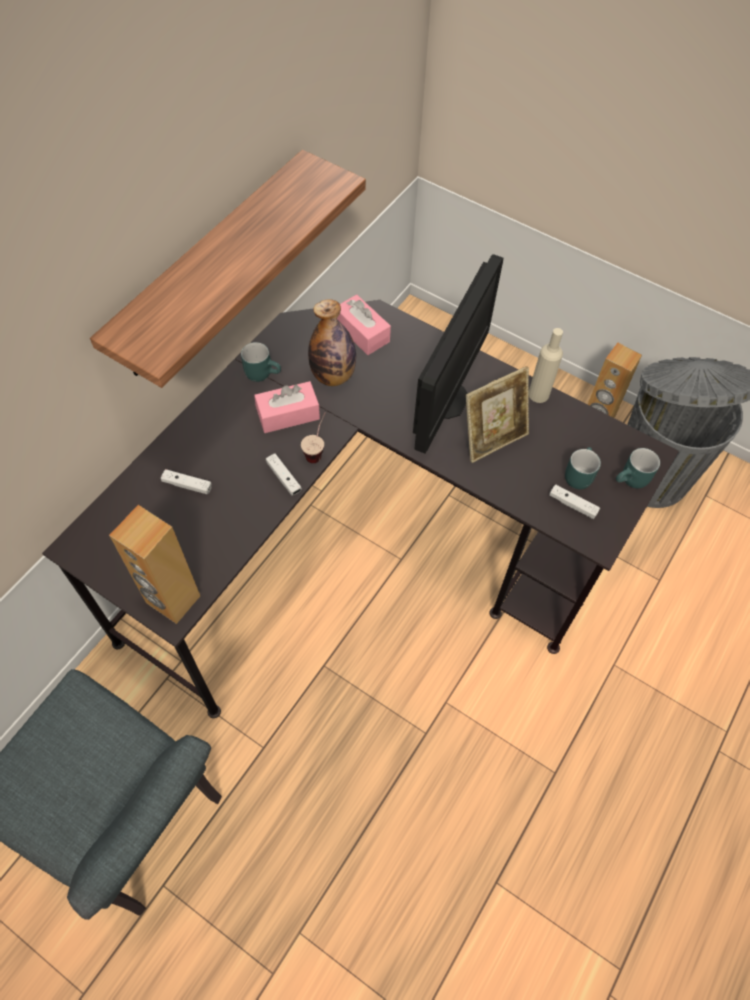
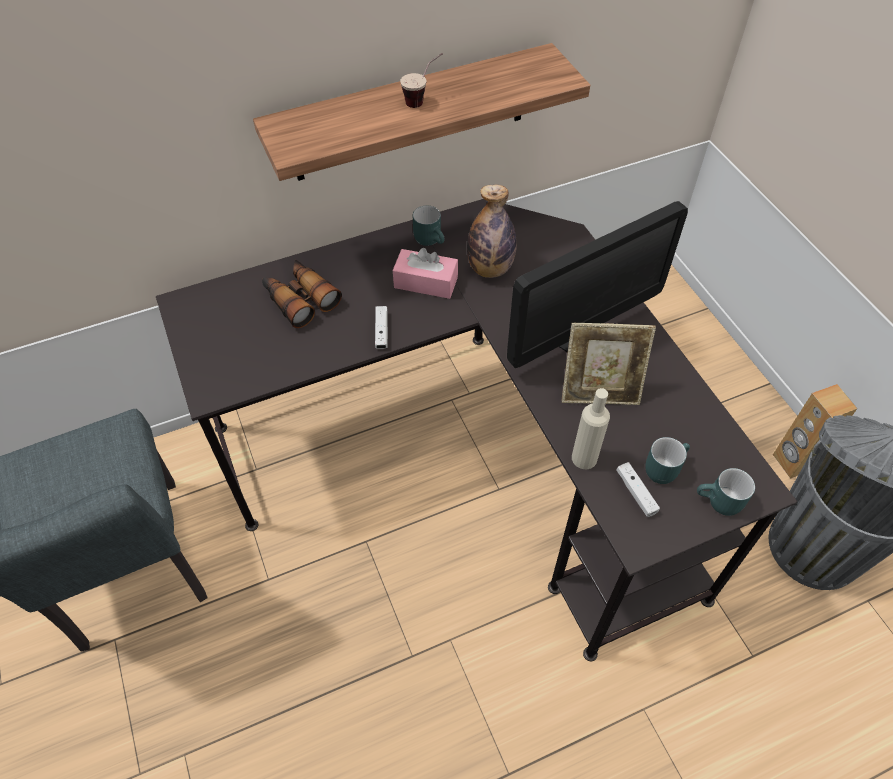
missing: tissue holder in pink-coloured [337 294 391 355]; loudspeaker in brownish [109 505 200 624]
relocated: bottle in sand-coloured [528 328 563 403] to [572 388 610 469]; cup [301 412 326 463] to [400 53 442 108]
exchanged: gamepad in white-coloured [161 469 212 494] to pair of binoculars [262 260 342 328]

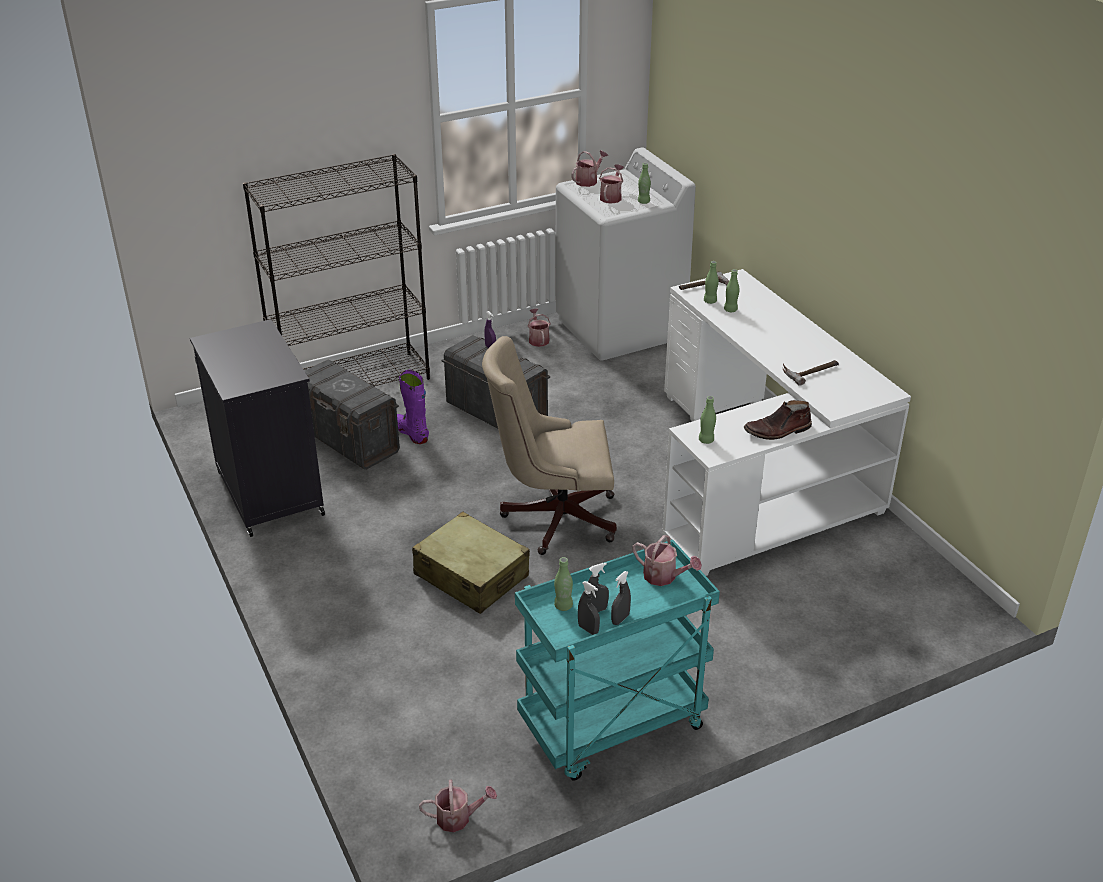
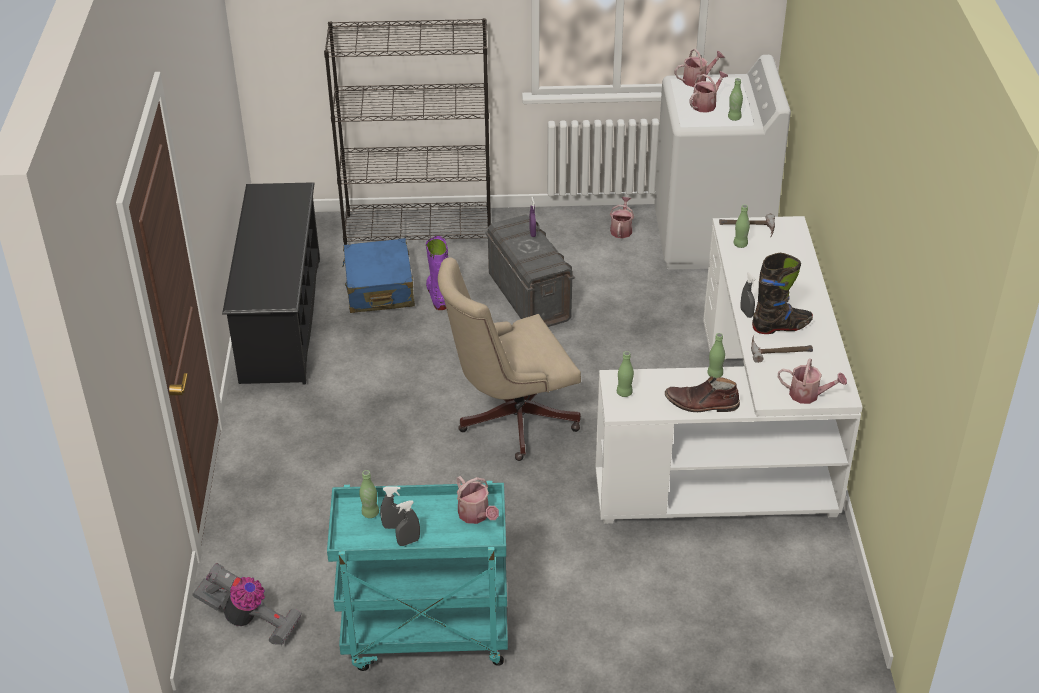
missing: travel case in sand-coloured [412 512 530 614]
appeared: boot in black [752 253 813 334]; hoover [192 563 302 646]
relocated: bottle in green [724 269 739 312] to [707 333 725 378]; spray bottle in grey [578 581 600 635] to [740 272 756 318]; watering pot [419 780 497 832] to [778 359 847 404]
exchanged: storage cabinet in black [190 319 325 537] to shoe shelf in black [222 182 320 384]; storage box in grey [305 359 400 470] to travel case in bluish [342 238 415 313]
spun: computer chair in sand-coloured [482 336 617 555] = [438 257 581 461] 45 degrees counterclockwise

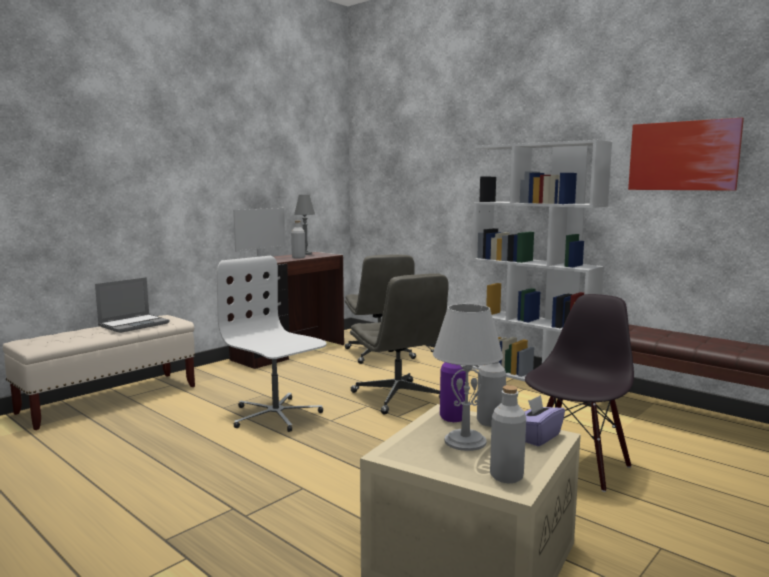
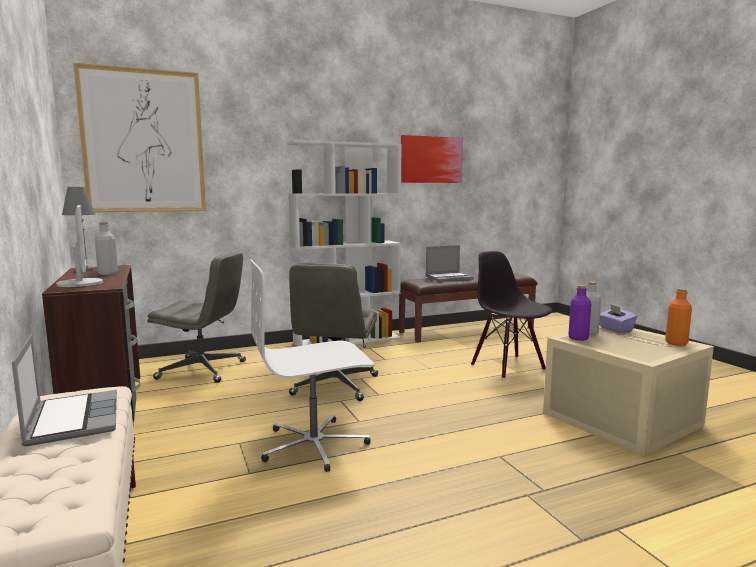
missing: table lamp in grey [433 304 503 451]
appeared: wall art [73 63 206 212]; notebook computer [426 245 474 282]
colour: bottle in grey [490 385 526 484] to bottle in orange-coloured [665 288 692 346]
spun: computer chair in grey [350 274 449 415] = [289 263 378 401] 105 degrees clockwise

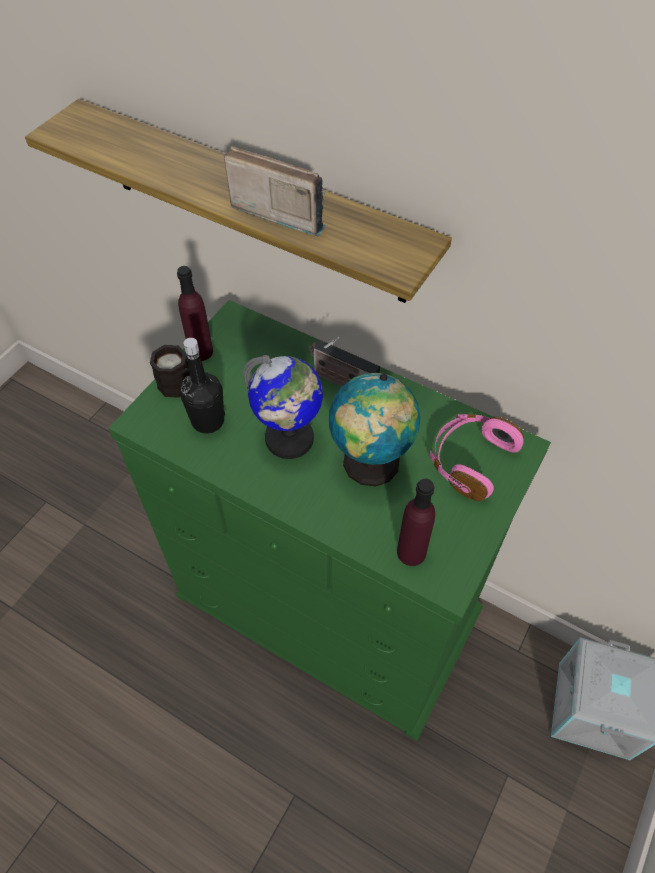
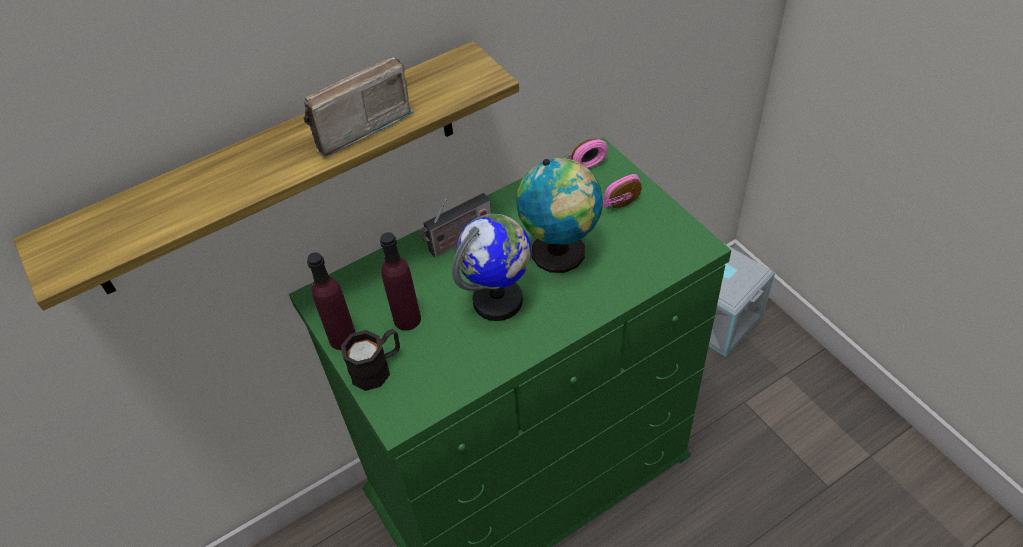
missing: bottle in black [180 338 225 434]
relocated: bottle in purplish [397 478 435 566] to [380 232 421 330]

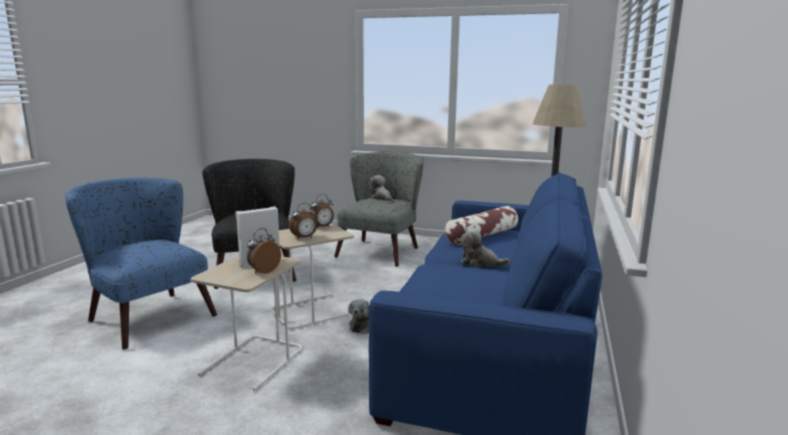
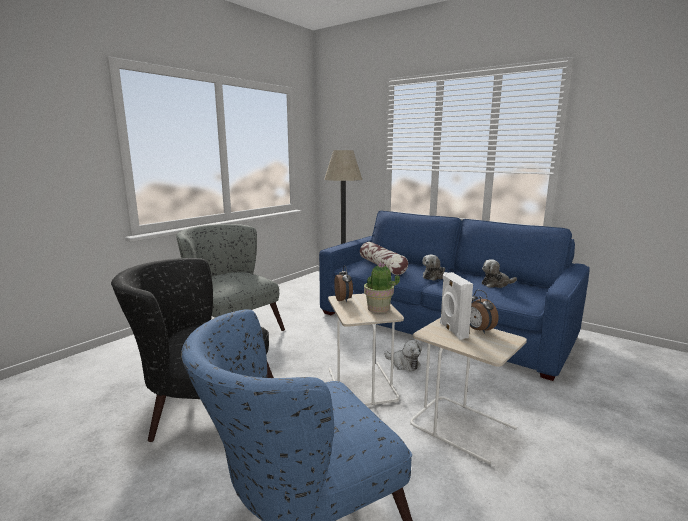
relocated: plush toy [369 175 392 201] to [482 259 517 288]
exchanged: alarm clock [289 203 317 239] to potted plant [364 263 400 313]

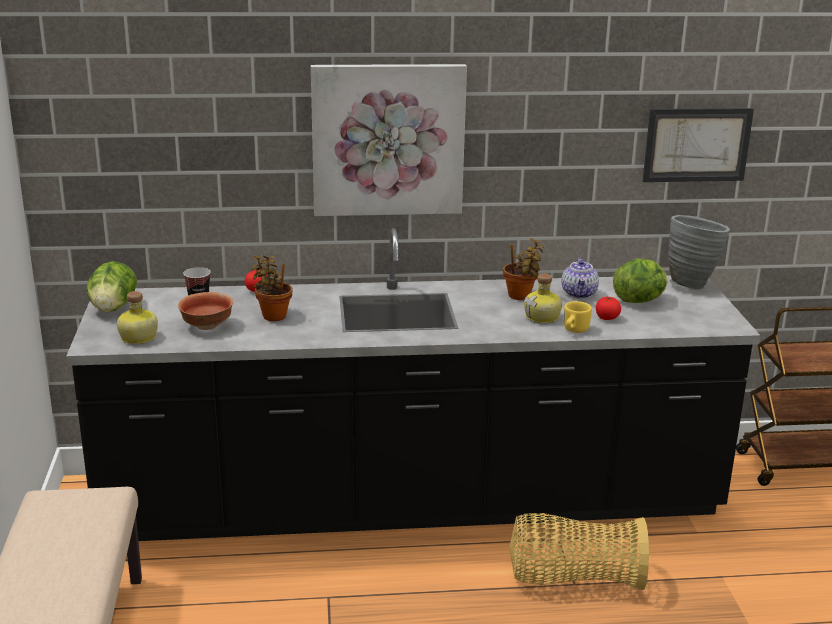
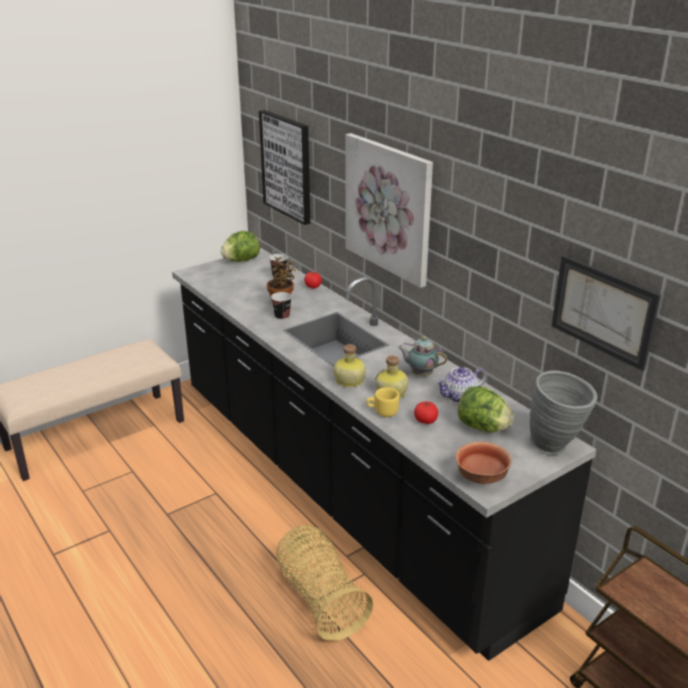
appeared: wall art [259 110 310 225]; cup [271 292 292 320]
relocated: bottle [117 291 158 344] to [334 344 366 387]; serving bowl [178 292 233 330] to [456 442 512 484]
exchanged: potted plant [503 238 544 300] to pot for tea [398 336 447 376]

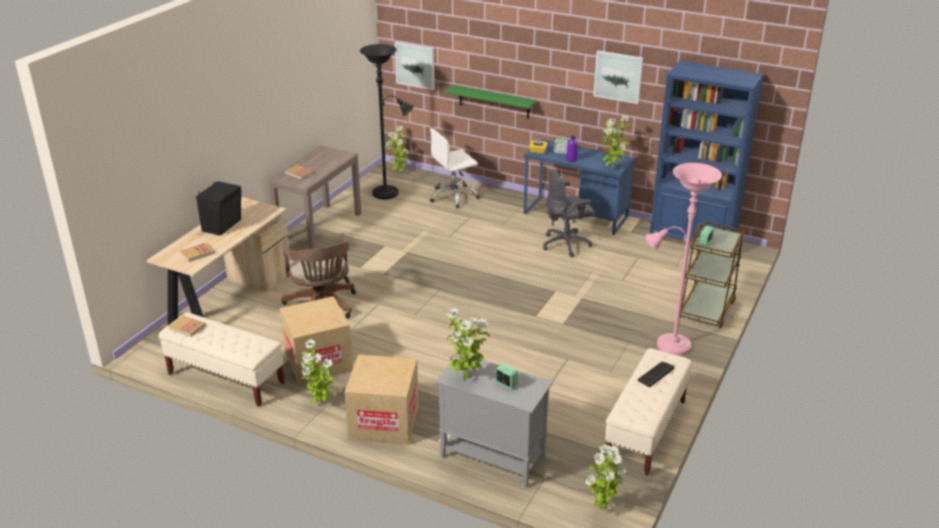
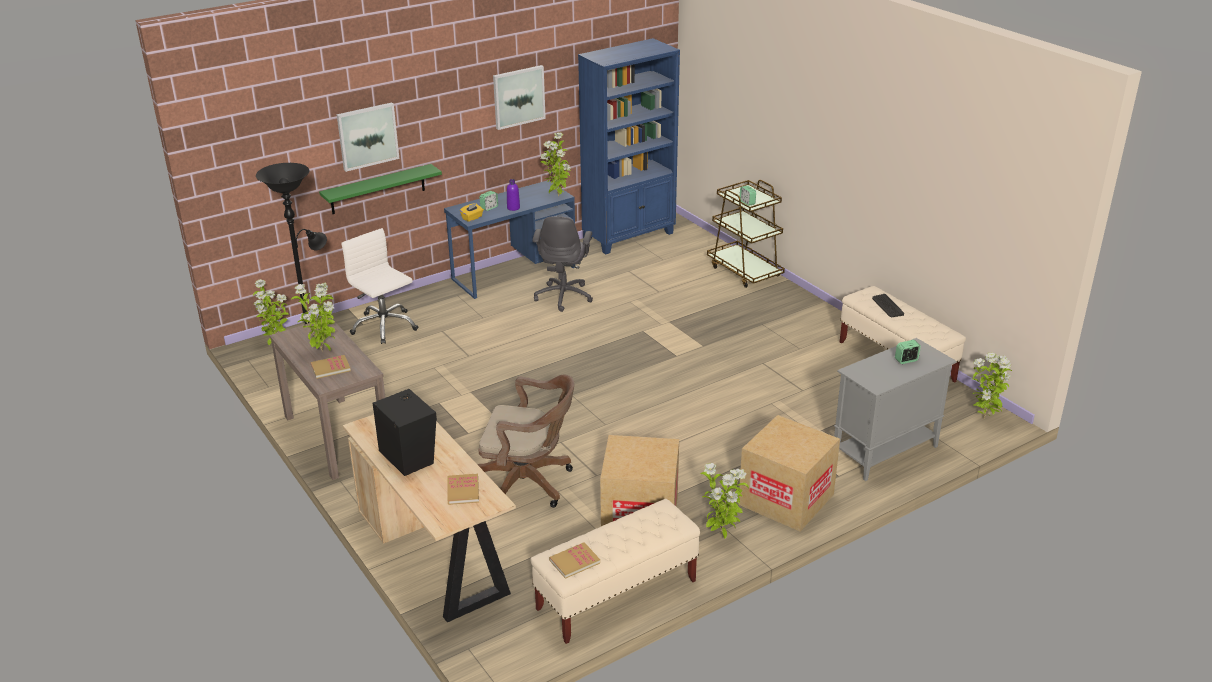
missing: standard lamp in pink-coloured [646 163 722 356]
relocated: wall art [395 42 435 90] to [337 102 399 172]; potted plant [447 308 490 380] to [291 282 335 351]
spun: computer chair in white-coloured [430 128 480 209] = [341 228 418 344] 135 degrees clockwise

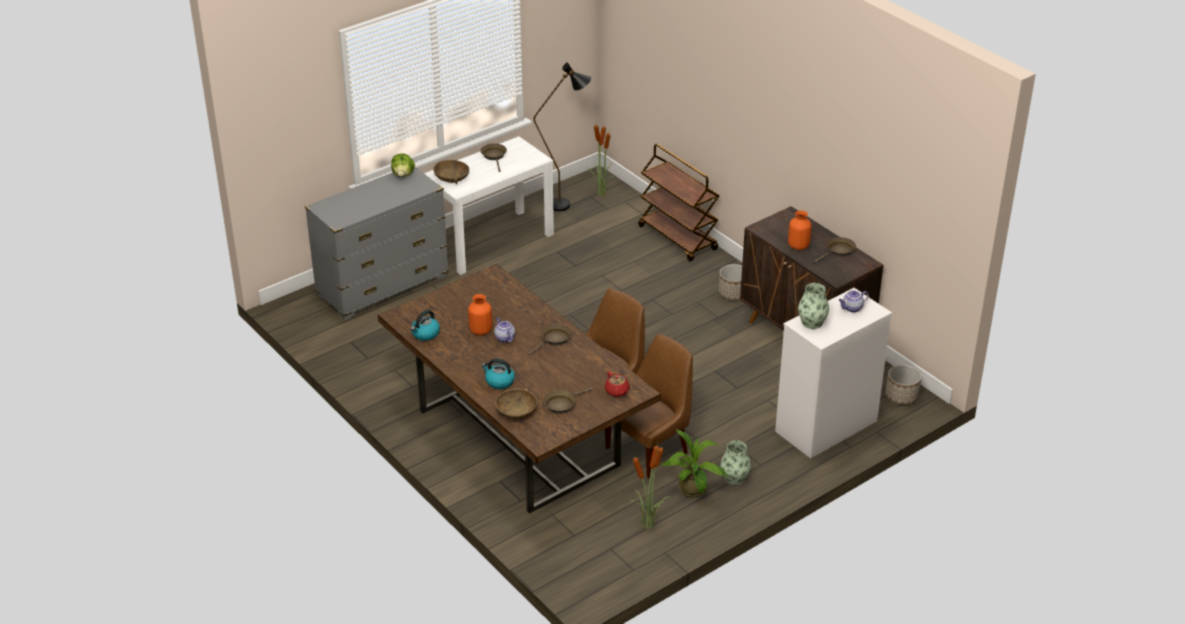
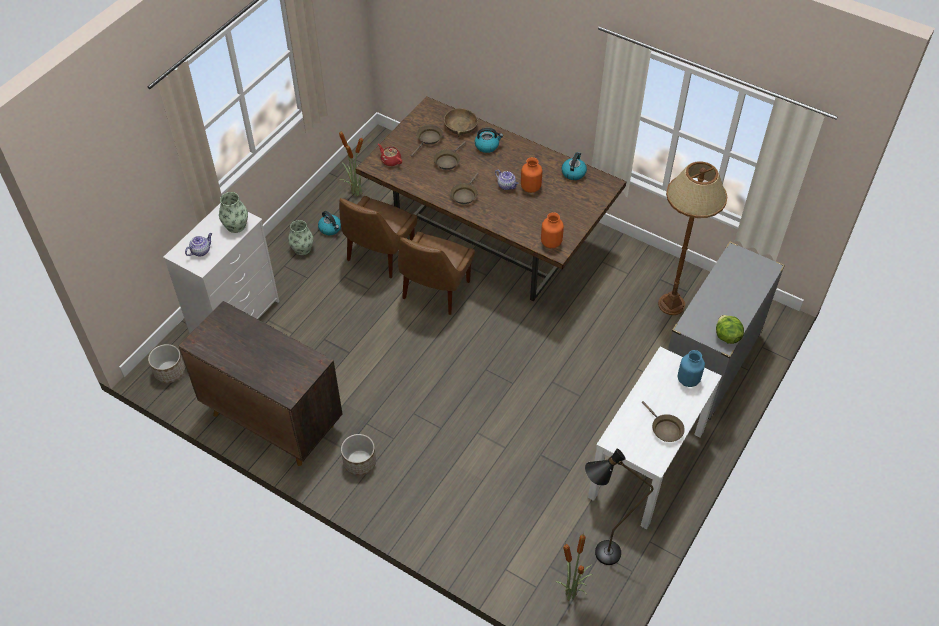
missing: cart in brownish [638 144 719 262]
appeared: standard lamp in brownish [658 161 727 315]
relocated: flower vase in orange-coloured [788 210 812 250] to [541 212 564 248]; frying pan in brownish [814 237 856 263] to [433 141 466 170]
exchanged: serving bowl in brownish [433 160 469 184] to flower vase in bluish [677 350 705 387]; potted plant [662 429 729 497] to water kettle [318 211 341 235]

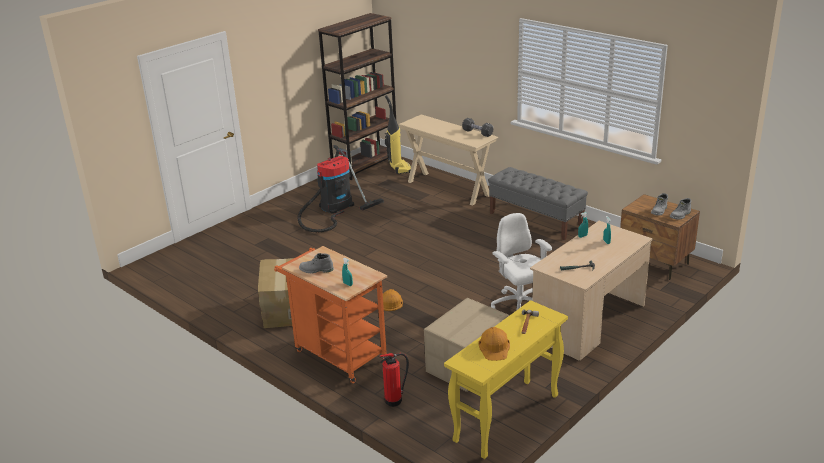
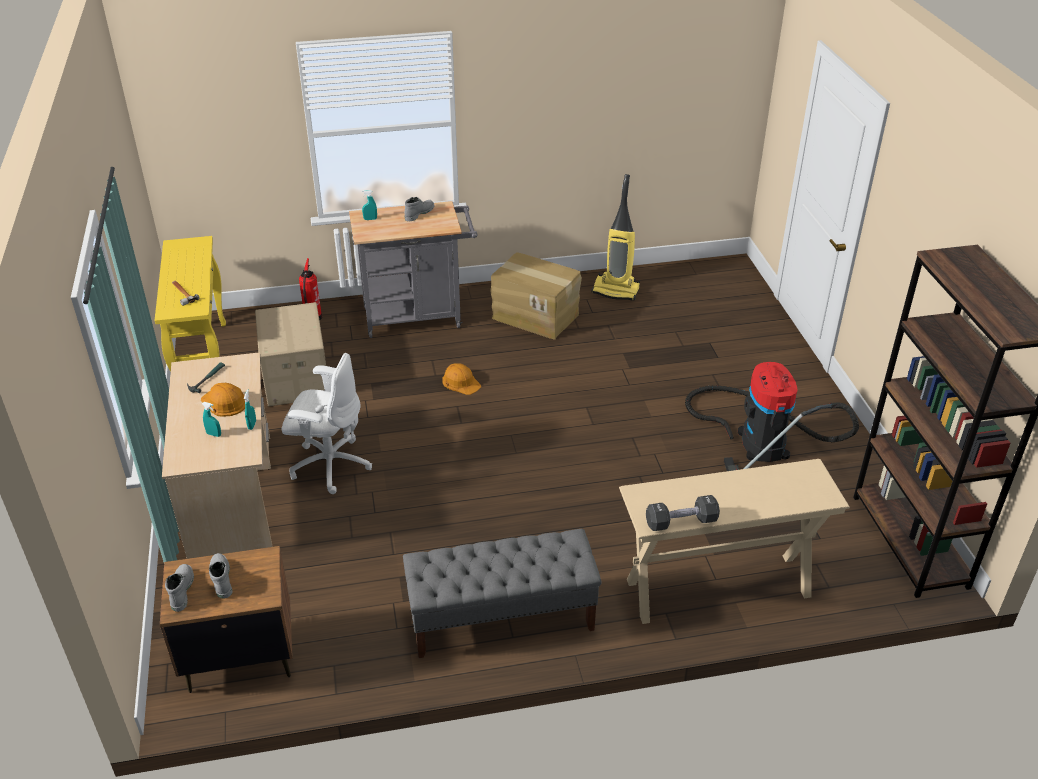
relocated: hoover [385 95 411 174] to [591 174 640 301]; work helmet in orange-coloured [478 327 510 361] to [201 383 245 417]
colour: cart in orange-coloured [274 246 388 383] to cart in grey [349 201 478 338]

